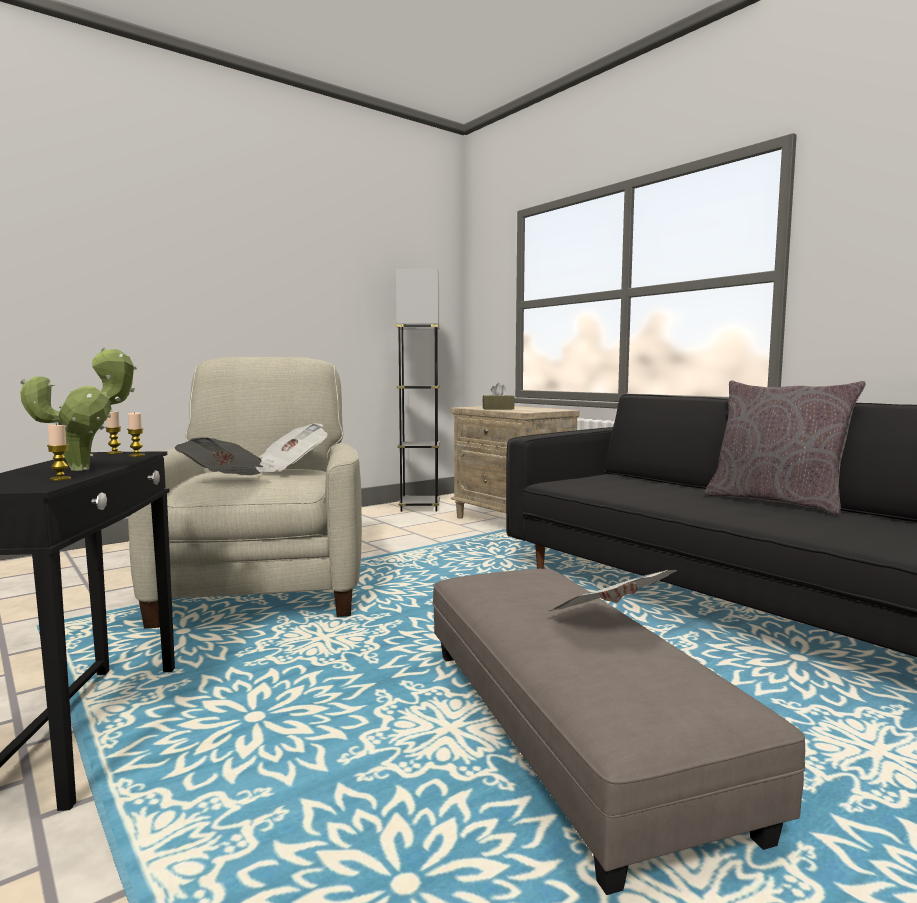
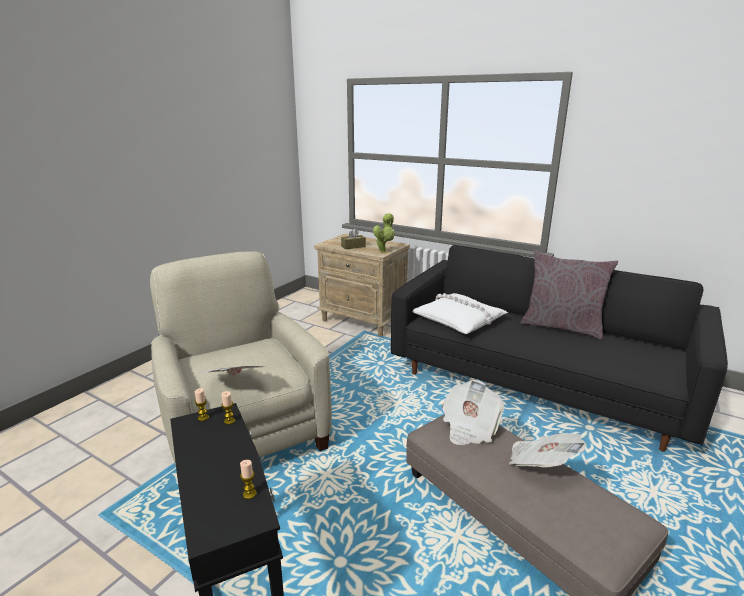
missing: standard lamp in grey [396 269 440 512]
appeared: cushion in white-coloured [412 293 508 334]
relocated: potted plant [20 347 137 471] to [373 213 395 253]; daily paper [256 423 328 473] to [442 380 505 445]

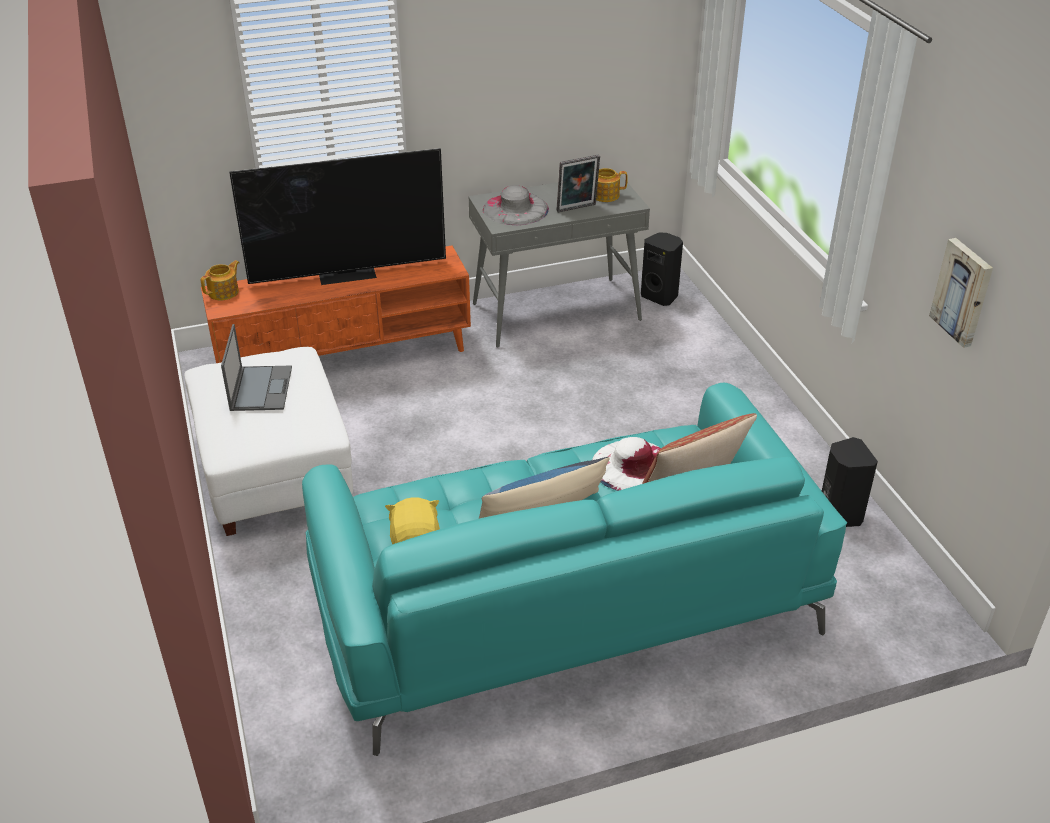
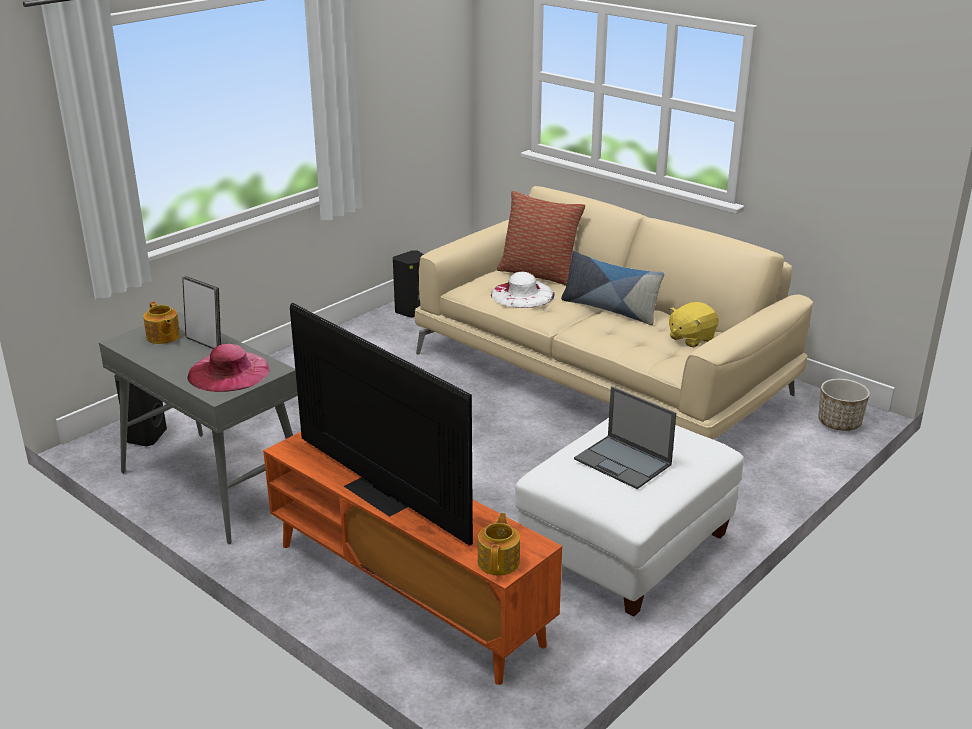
missing: wall art [929 238 993 348]
appeared: flower pot [818 379 870 431]
colour: hat in grey [483 185 549 225] to hat in pink-coloured [187 344 270 392]; couch in turquoise-coloured [302 383 847 756] to couch in sand-coloured [415 186 813 439]
spun: pot for tea [201 260 240 300] = [478 513 520 576] 90 degrees clockwise; notebook computer [221 324 292 411] = [574 386 676 489] 105 degrees counterclockwise

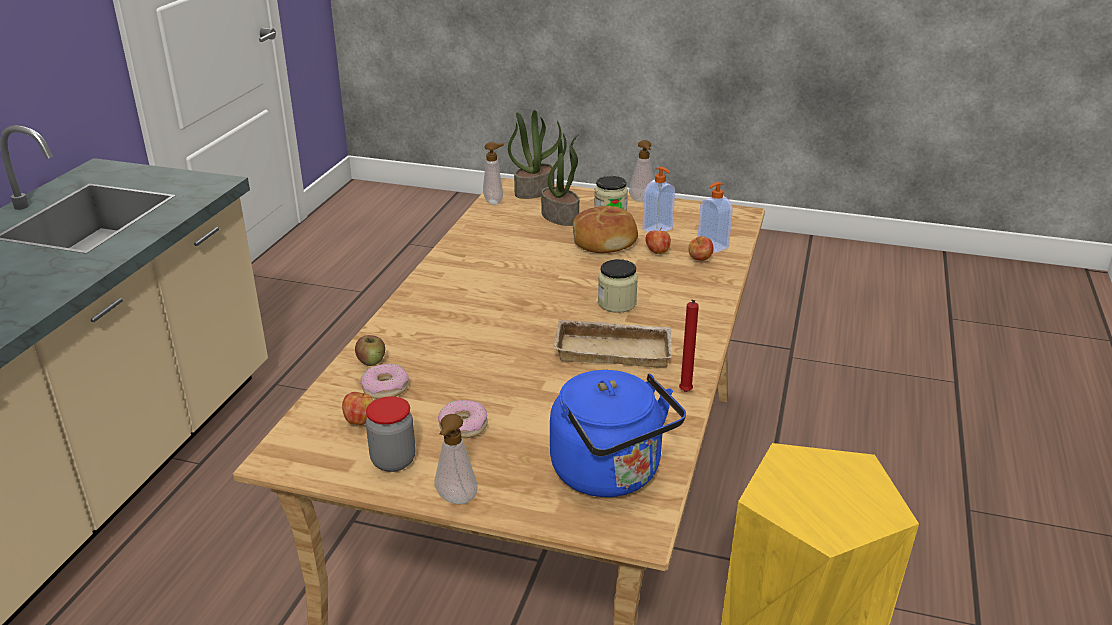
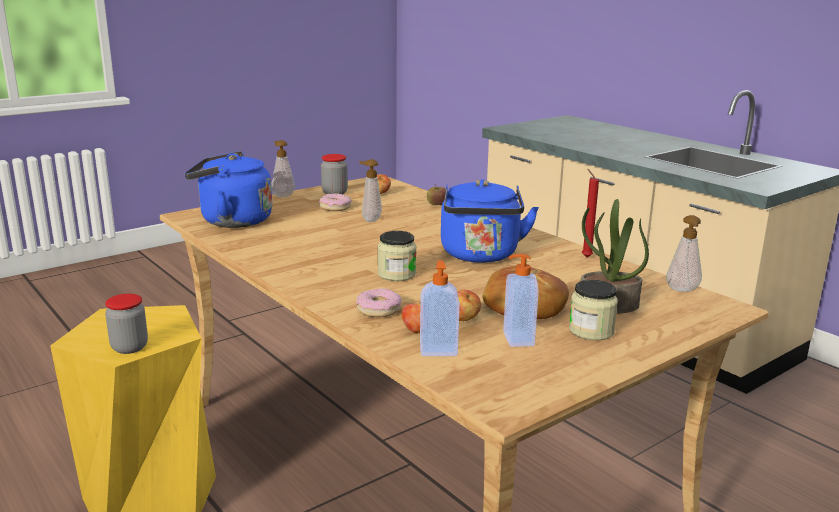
missing: potted plant [508 110 561 199]; carrying tray in sand-coloured [554 319 672 368]
appeared: water kettle in bluish [441 179 539 263]; storage jar [105 294 148 354]
relocated: liquid soap bottle [629 140 654 202] to [359 159 382 222]; candle in reddish [679 300 699 392] to [582 169 599 257]; ring doughnut [360 364 409 399] to [356 288 401 317]

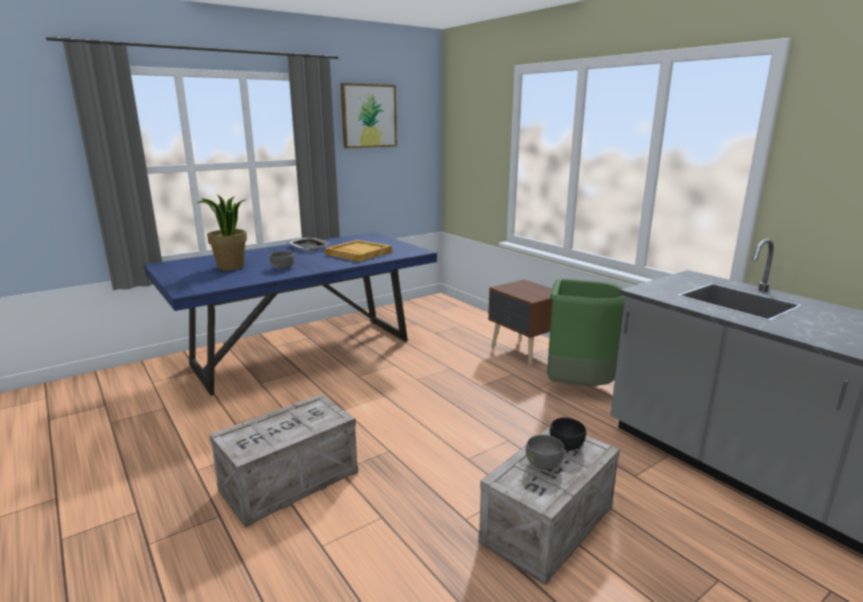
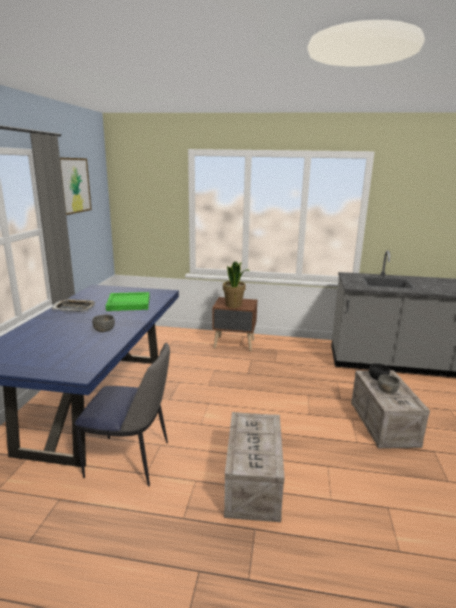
missing: rubbish bin in green [547 279 625 386]
appeared: upright chair [75 343 170 486]
relocated: potted plant [197 194 247 271] to [223 261 249 308]
colour: carrying tray in sand-coloured [325 240 392 262] to carrying tray in green [106 292 150 311]

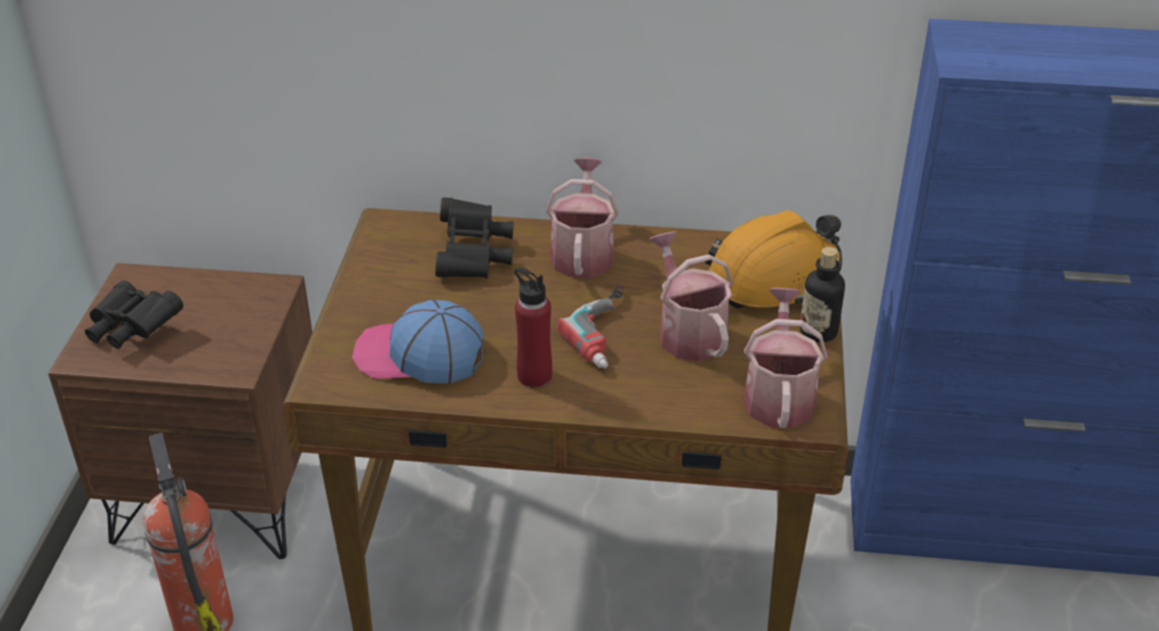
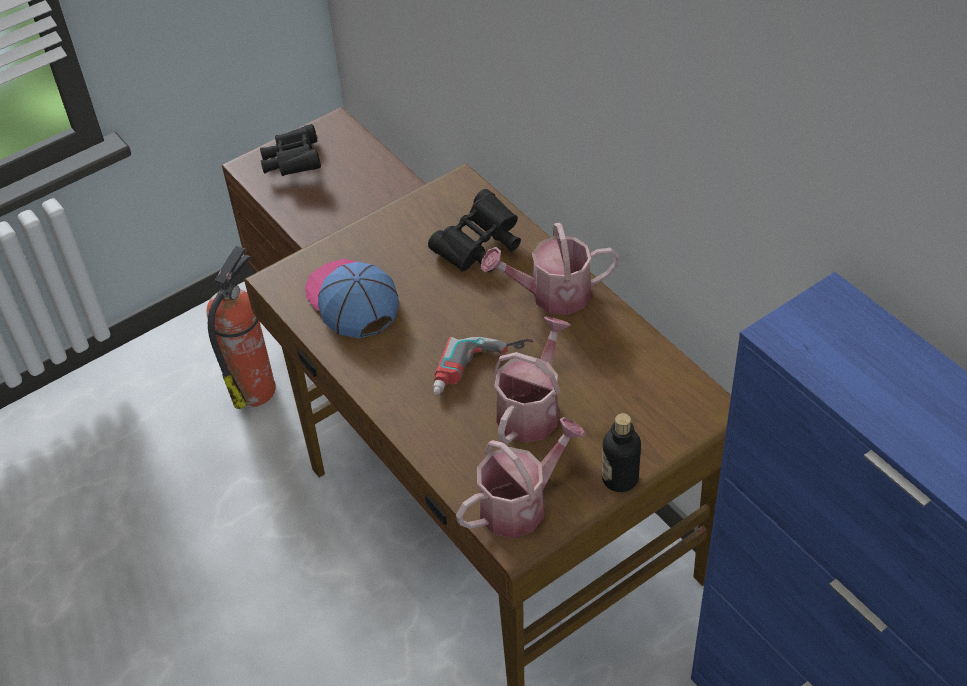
missing: work helmet in orange-coloured [705 210 842 308]; bottle in reddish [514 268 552 387]
spun: watering pot [546 158 619 278] = [481 223 619 315] 150 degrees counterclockwise

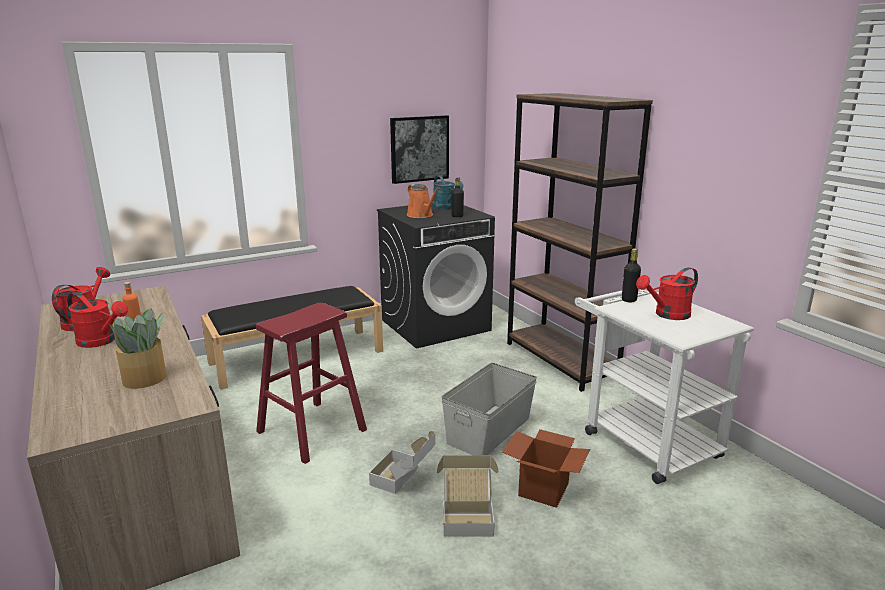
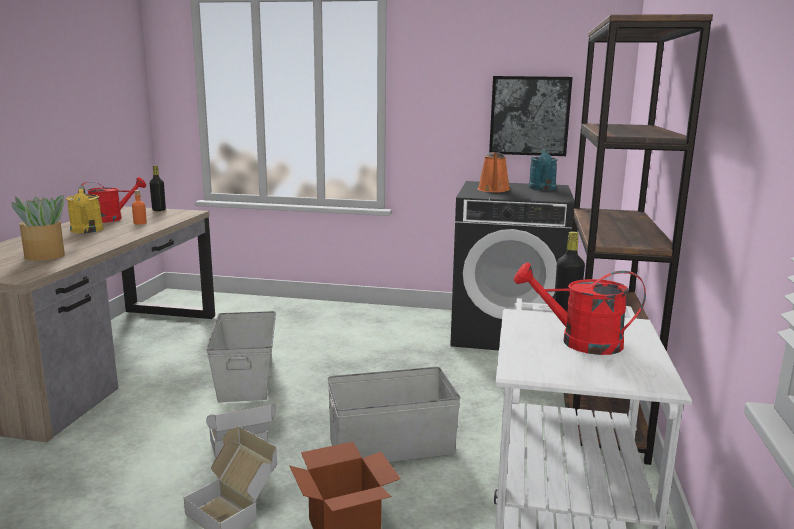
missing: indoor bench in black [201 286 383 390]
relocated: bottle in black [451 177 464 217] to [149 165 166 211]
exchanged: stool in reddish [256 303 367 464] to storage box in grey [206 311 276 402]
colour: watering pot in reddish [67 292 128 348] to watering pot in yellow-coloured [67 186 103 233]

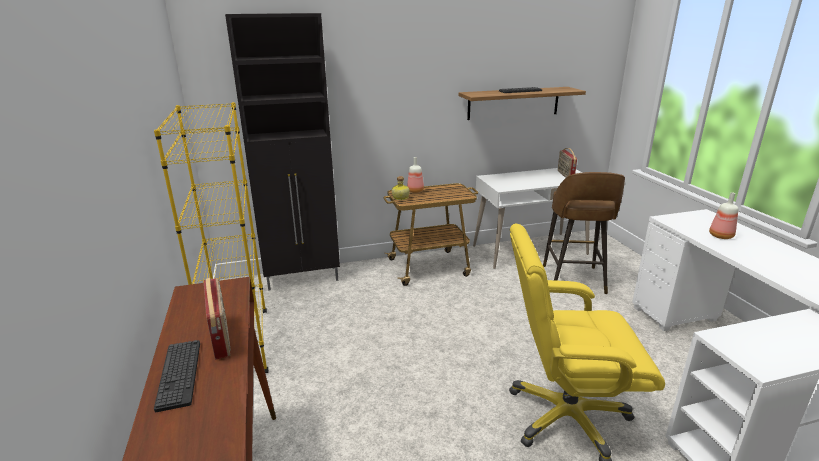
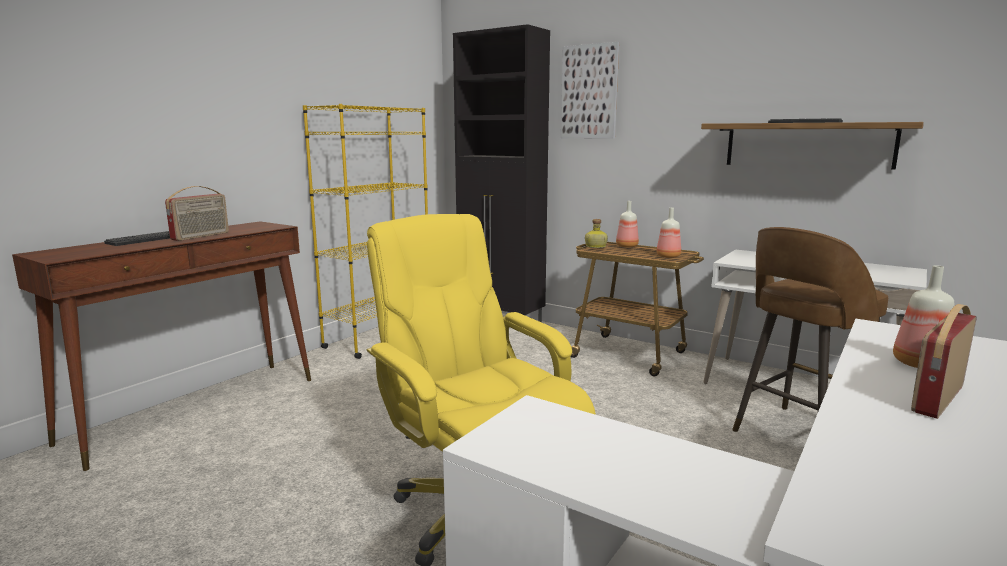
appeared: wall art [561 42 619 139]; bottle [656 208 681 258]
relocated: radio receiver [558 148 577 178] to [911 304 977 419]

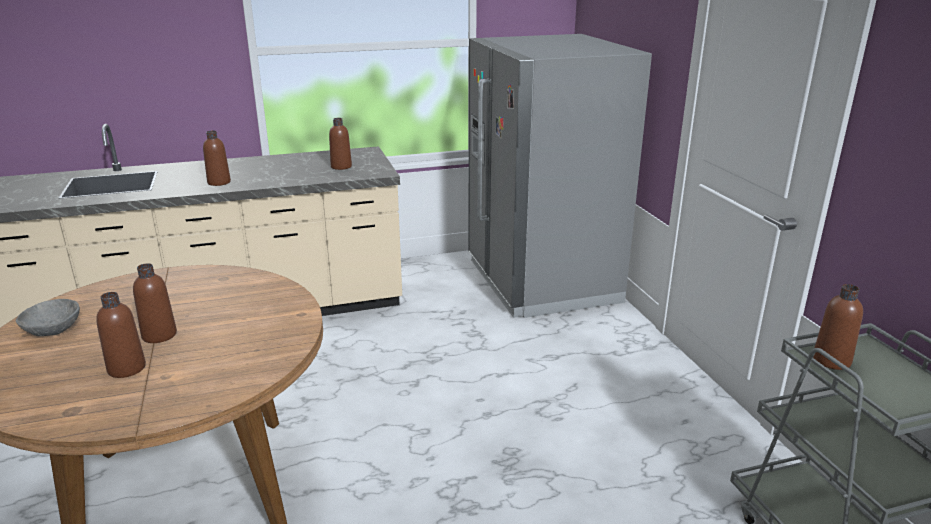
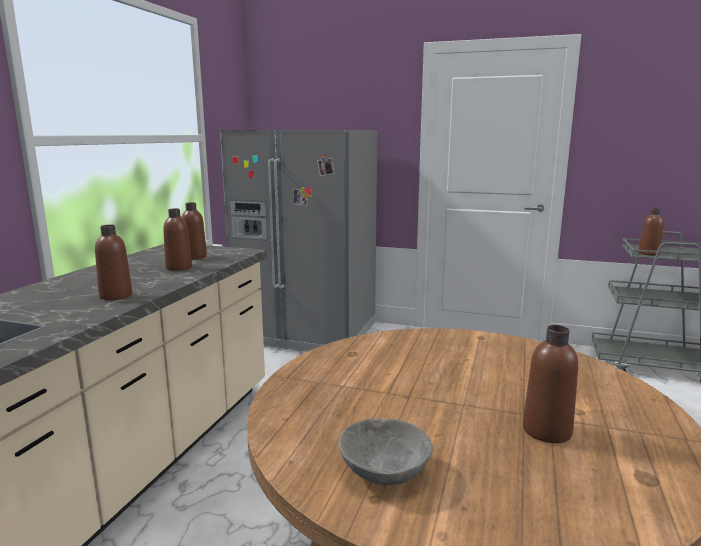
relocated: bottle in brownish [133 263 177 343] to [163 209 192 271]

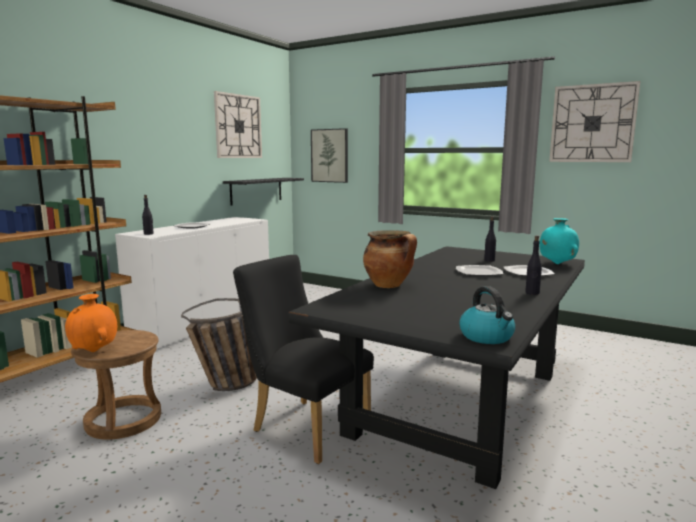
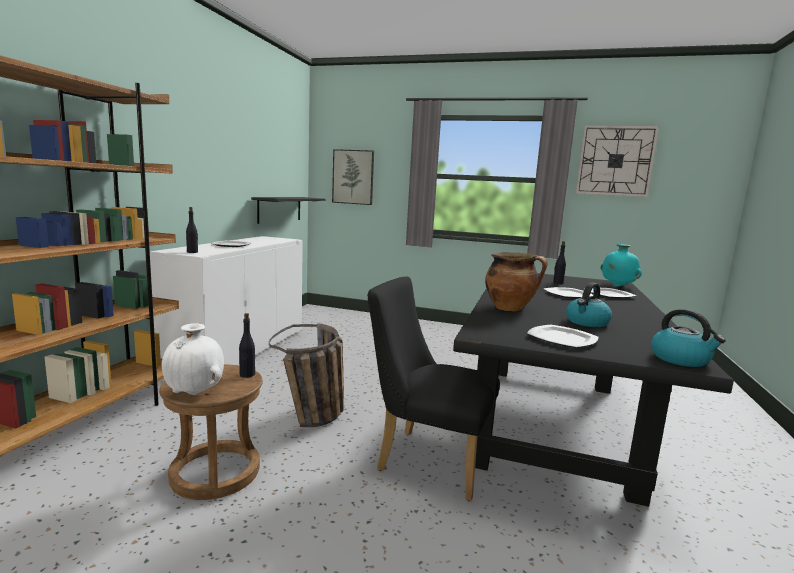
missing: wall clock [214 91 262 158]
appeared: water kettle [566 282 612 327]; dinner plate [527 325 599 348]
relocated: bottle in black [525 235 542 295] to [239 313 255 378]
colour: flower vase in orange-coloured [65 294 117 352] to flower vase in white-coloured [162 323 224 395]

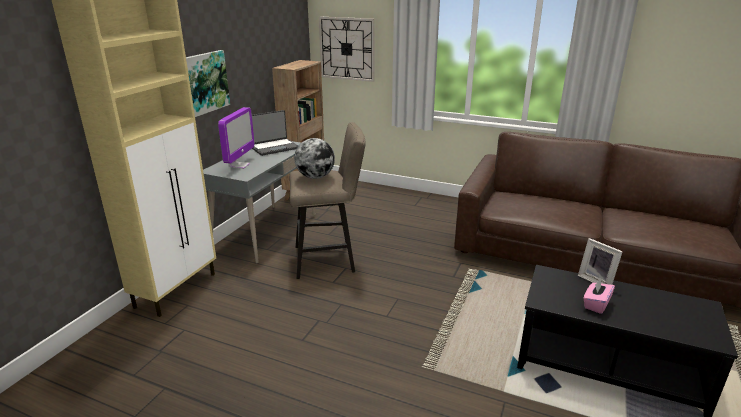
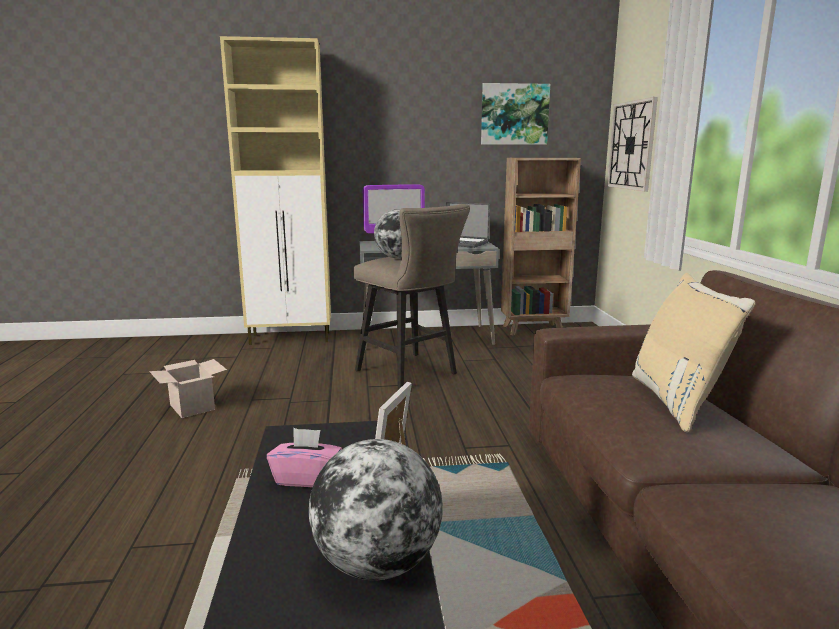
appeared: cushion in sand-coloured [632 273 756 433]; cardboard box [149 359 227 418]; world globe [309 439 443 580]
relocated: wall art [186 50 230 117] to [481 83 550 145]

